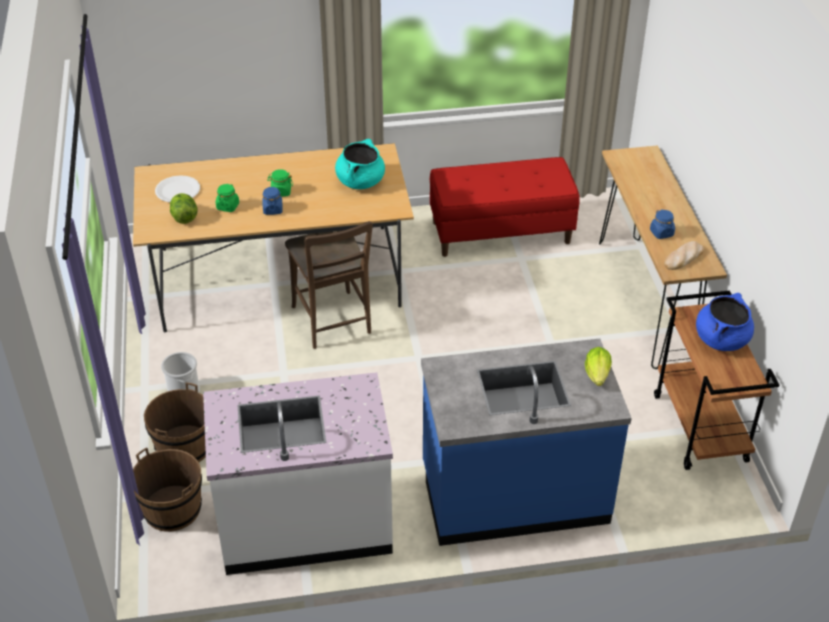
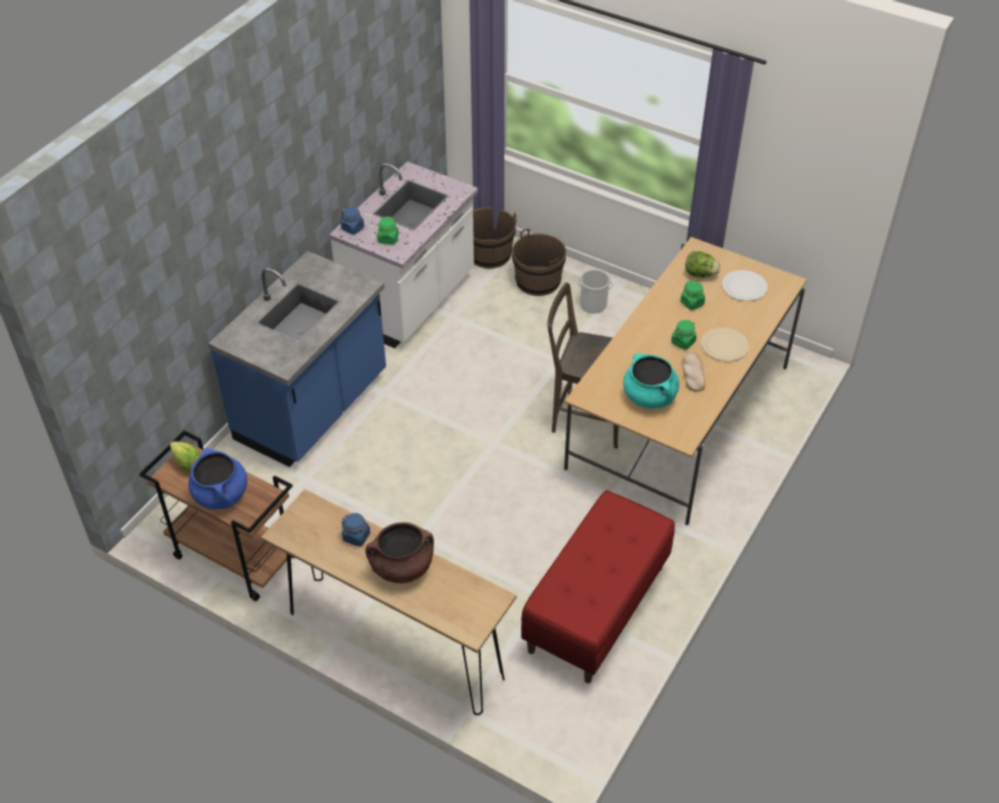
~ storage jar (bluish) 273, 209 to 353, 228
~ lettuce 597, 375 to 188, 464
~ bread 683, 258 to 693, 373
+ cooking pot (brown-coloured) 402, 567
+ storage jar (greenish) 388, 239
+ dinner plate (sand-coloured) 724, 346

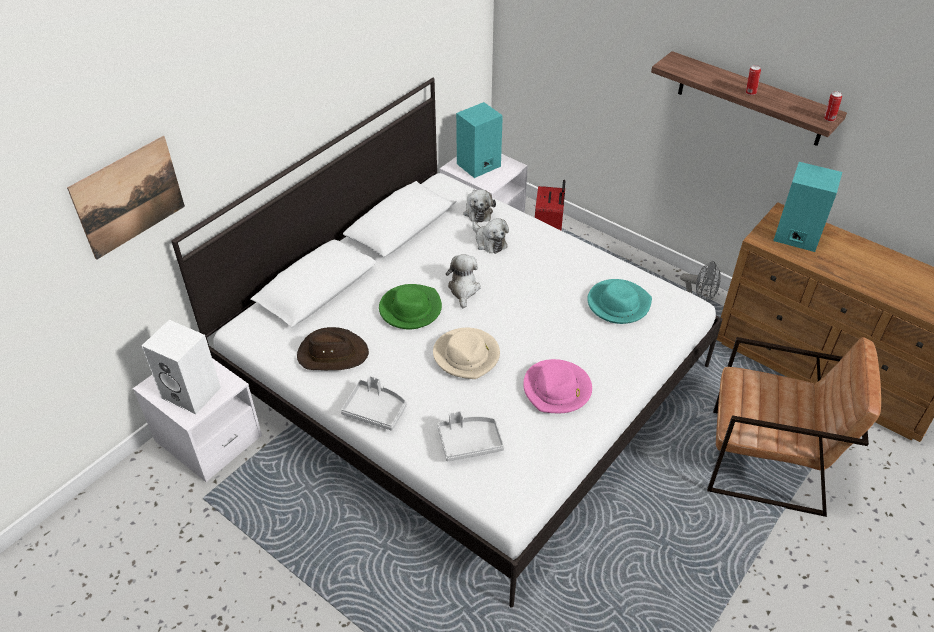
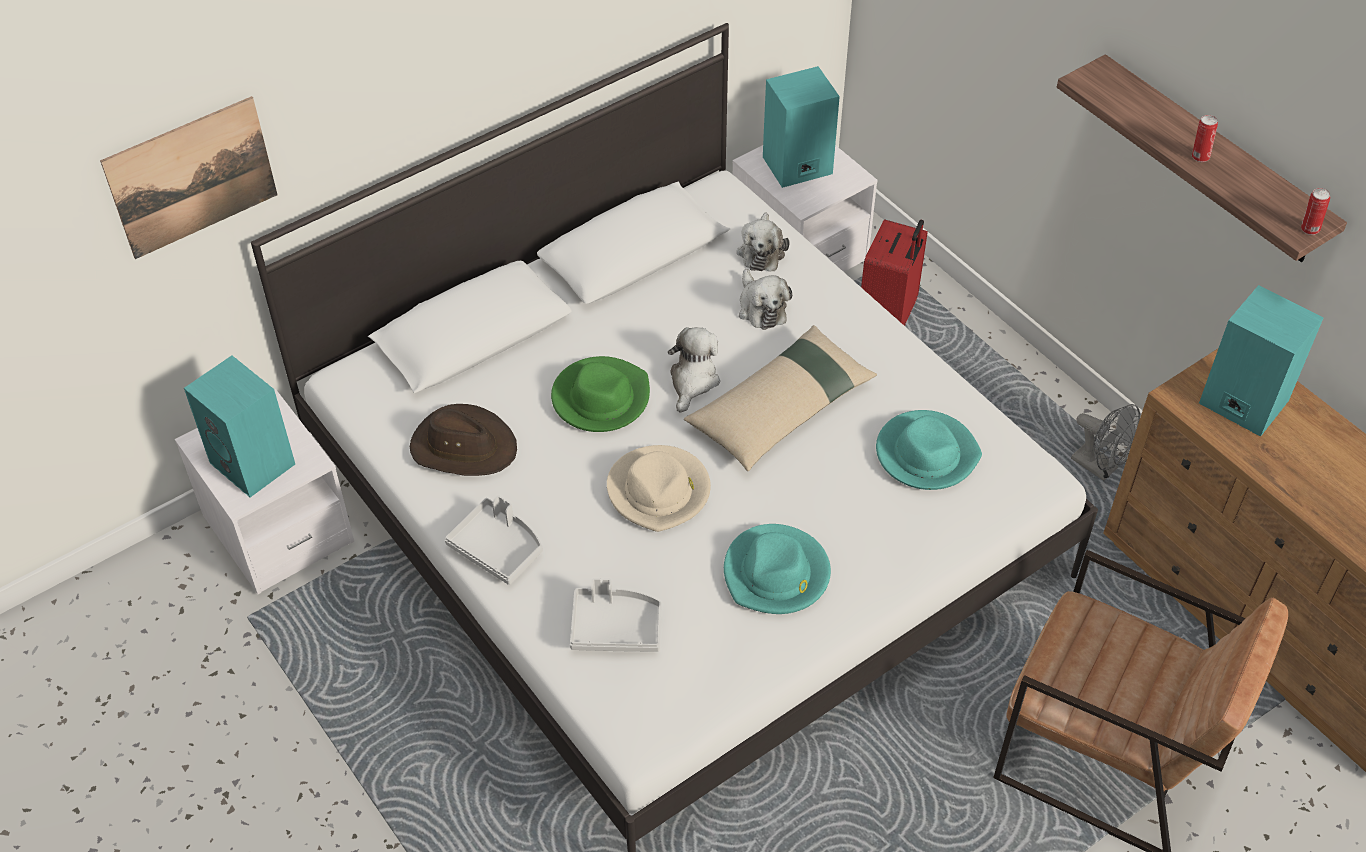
~ audio speaker (white-coloured) 193, 392 to audio speaker (turquoise-coloured) 255, 463
~ clothing hat (pinkish) 557, 389 to clothing hat (turquoise-coloured) 776, 574
+ pillow (sand-coloured) 781, 409

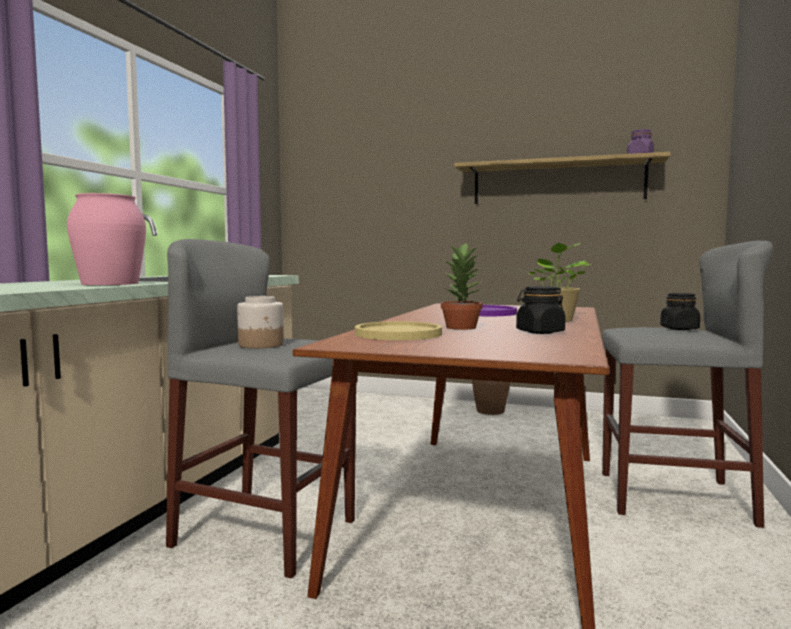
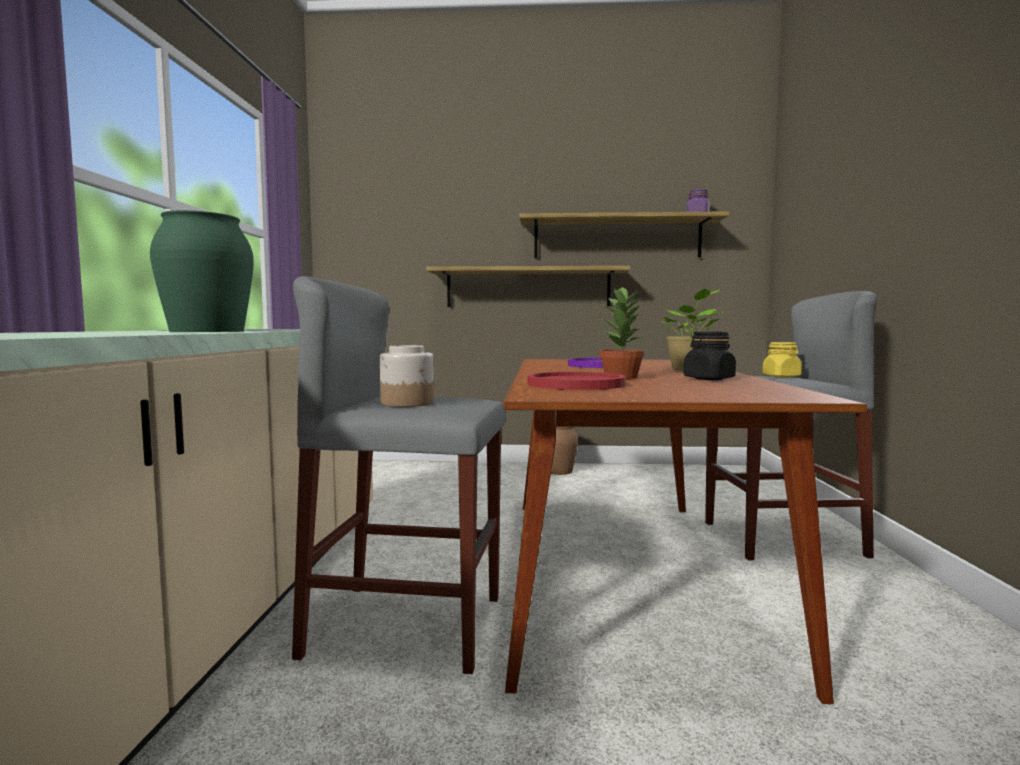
~ vase (pinkish) 111, 283 to vase (greenish) 208, 331
~ dinner plate (yellow) 398, 334 to dinner plate (red-coloured) 575, 384
~ storage jar (blackish) 679, 329 to storage jar (yellow) 781, 376
+ shelf 528, 288

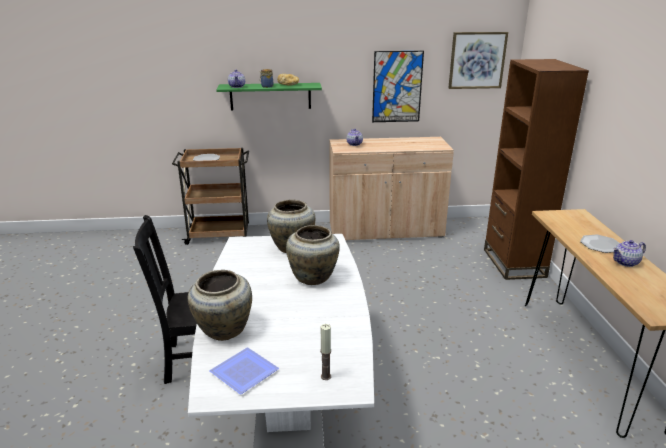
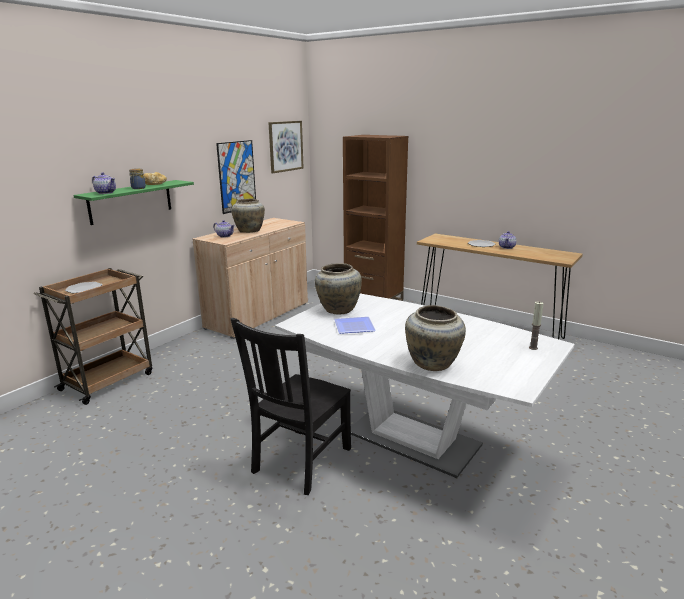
~ dinner plate 244, 374 to 355, 327
~ vase (sand-coloured) 314, 277 to 250, 231

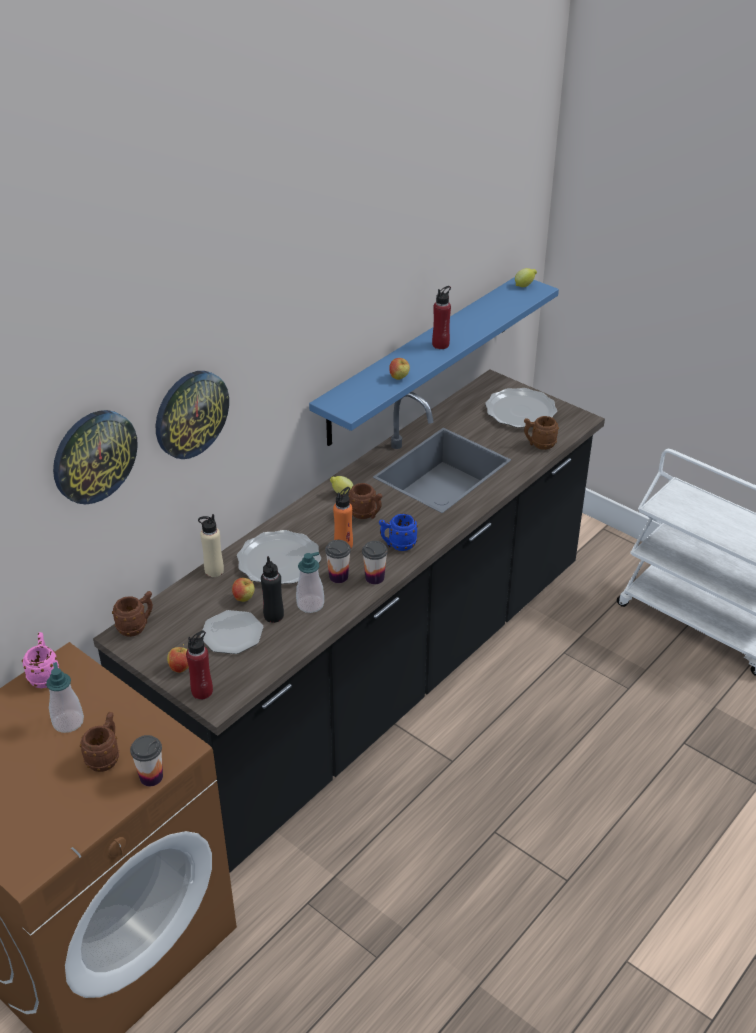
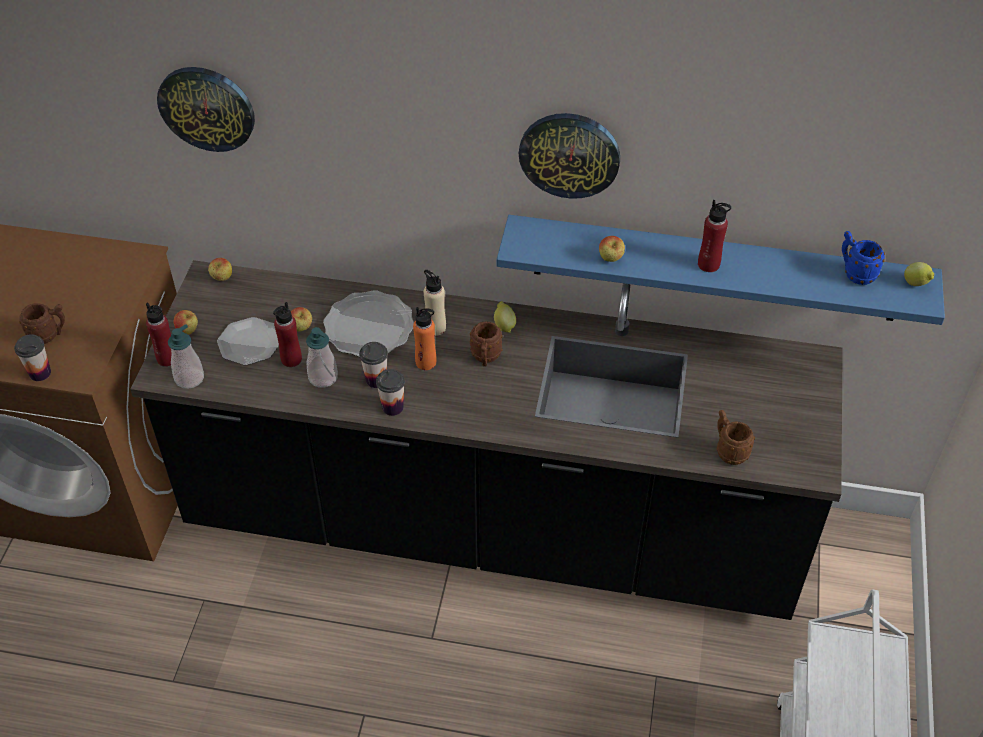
- tea mug (pinkish) 45, 675
~ soap dispenser 68, 722 to 189, 378
~ tea mug (brown-coloured) 136, 626 to apple 222, 278
~ clock on the wall 190, 414 to 569, 154
~ bottle (sand-coloured) 214, 571 to 435, 328
~ bottle (blackish) 273, 616 to bottle (red-coloured) 291, 359
~ tea mug (bluish) 397, 545 to 855, 273
- dinner plate 520, 411

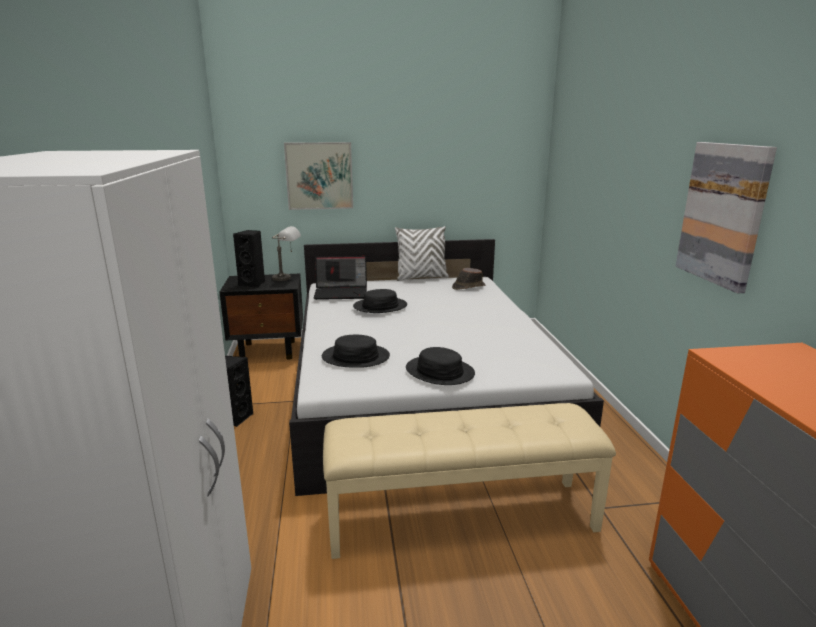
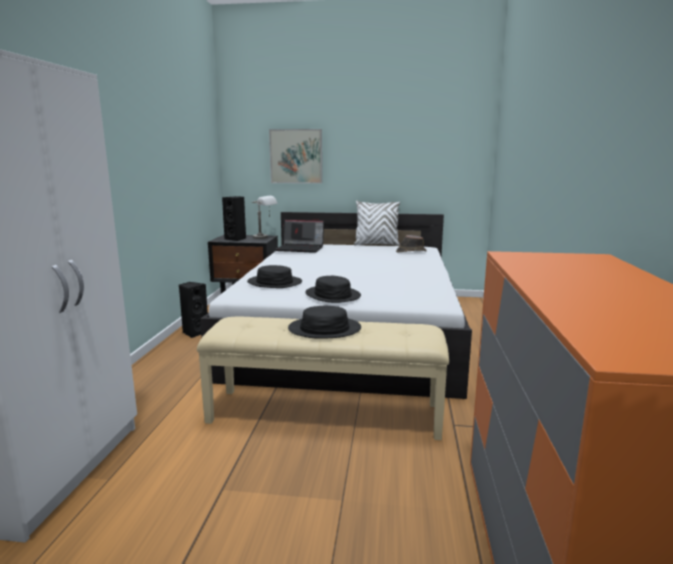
~ clothing hat (blackish) 380, 306 to 324, 329
- wall picture 723, 214

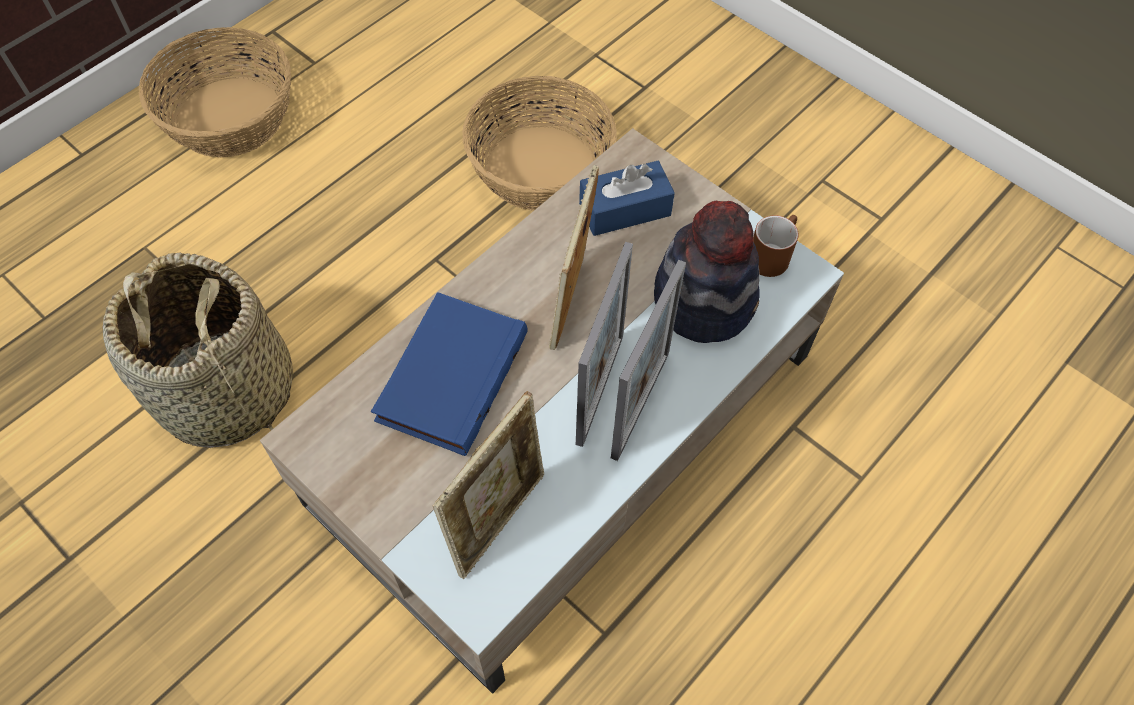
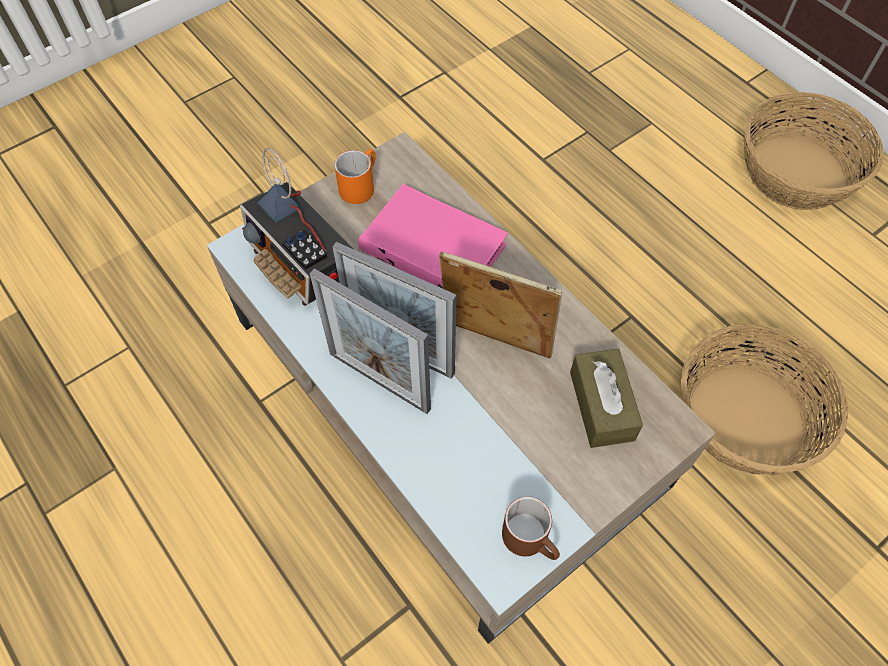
- household basket 226, 392
~ volume (bluish) 449, 375 to volume (pinkish) 436, 245
~ standing frame 498, 519 to radio receiver 302, 266
~ box of tissues (bluish) 625, 209 to box of tissues (brown-coloured) 601, 405
- clothing hat 705, 299
+ tea mug (orangey) 359, 185

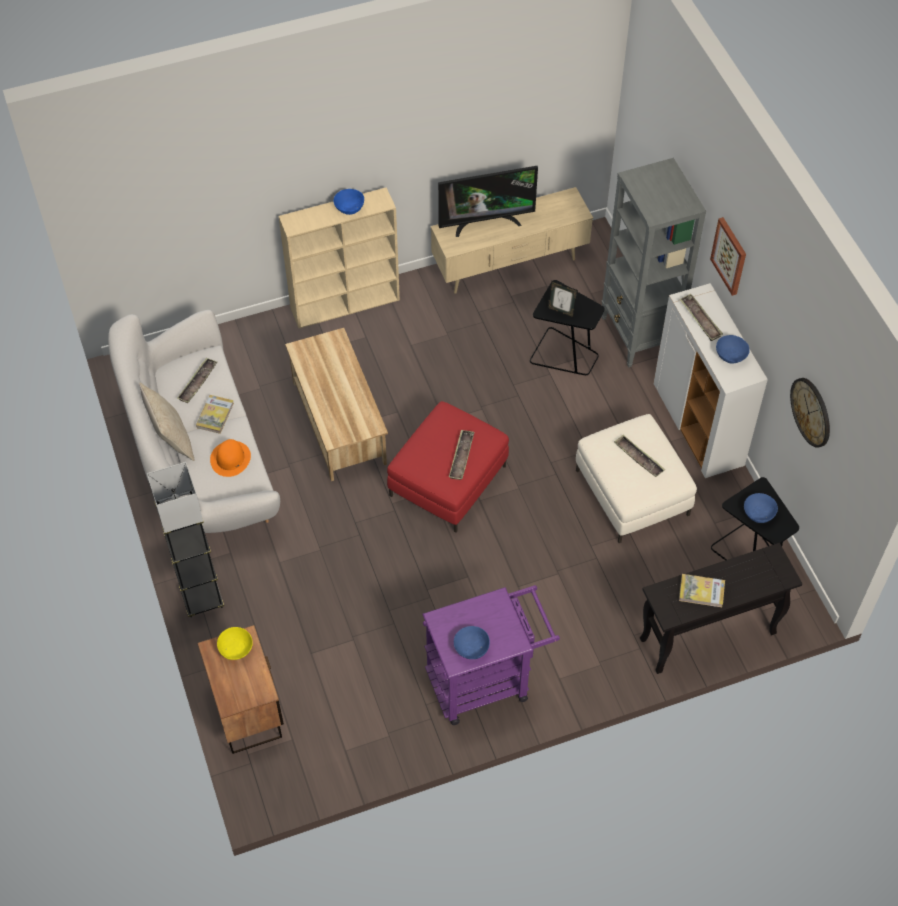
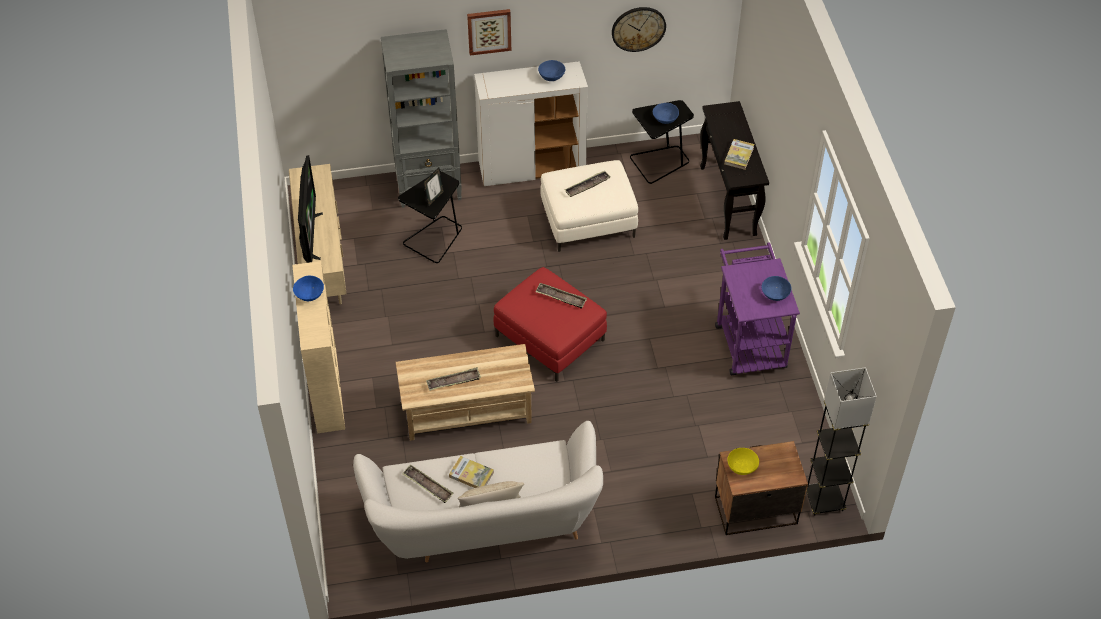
~ standard lamp (greyish) 202, 598 to 824, 500
- clothing hat (orangey) 230, 458
~ tray 700, 320 to 453, 381

